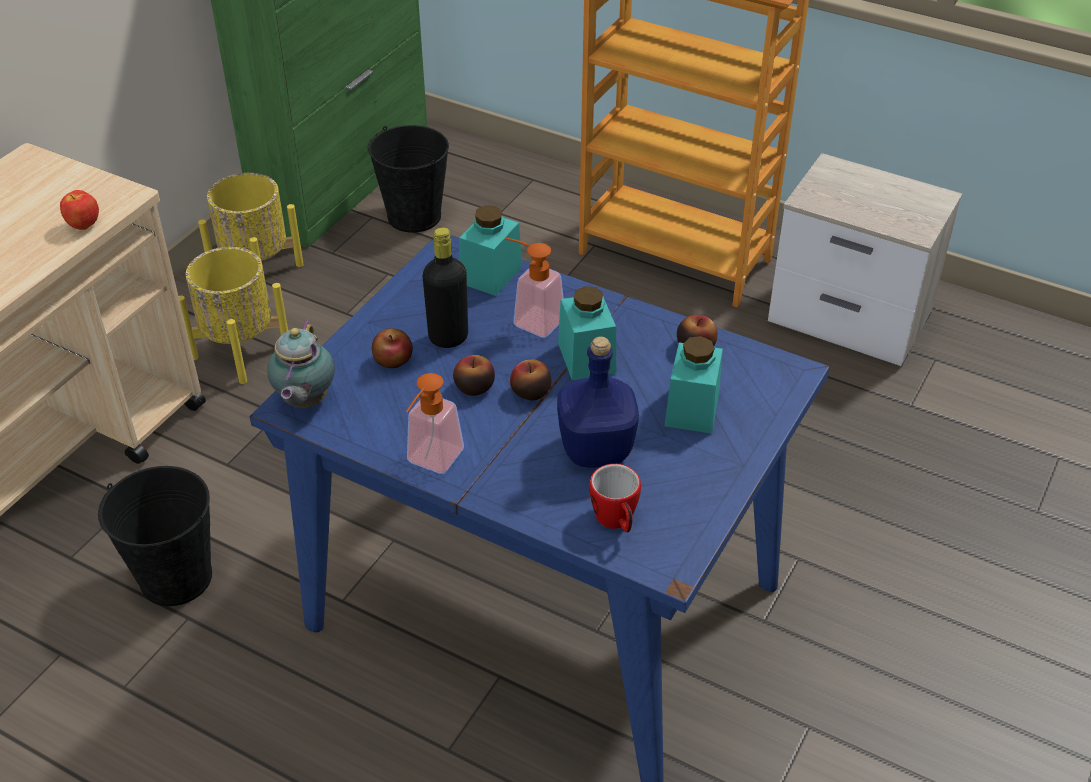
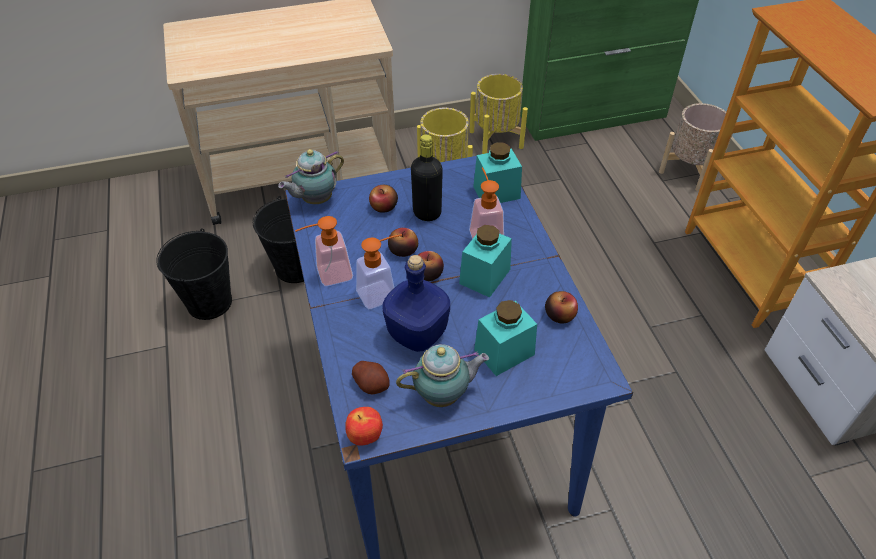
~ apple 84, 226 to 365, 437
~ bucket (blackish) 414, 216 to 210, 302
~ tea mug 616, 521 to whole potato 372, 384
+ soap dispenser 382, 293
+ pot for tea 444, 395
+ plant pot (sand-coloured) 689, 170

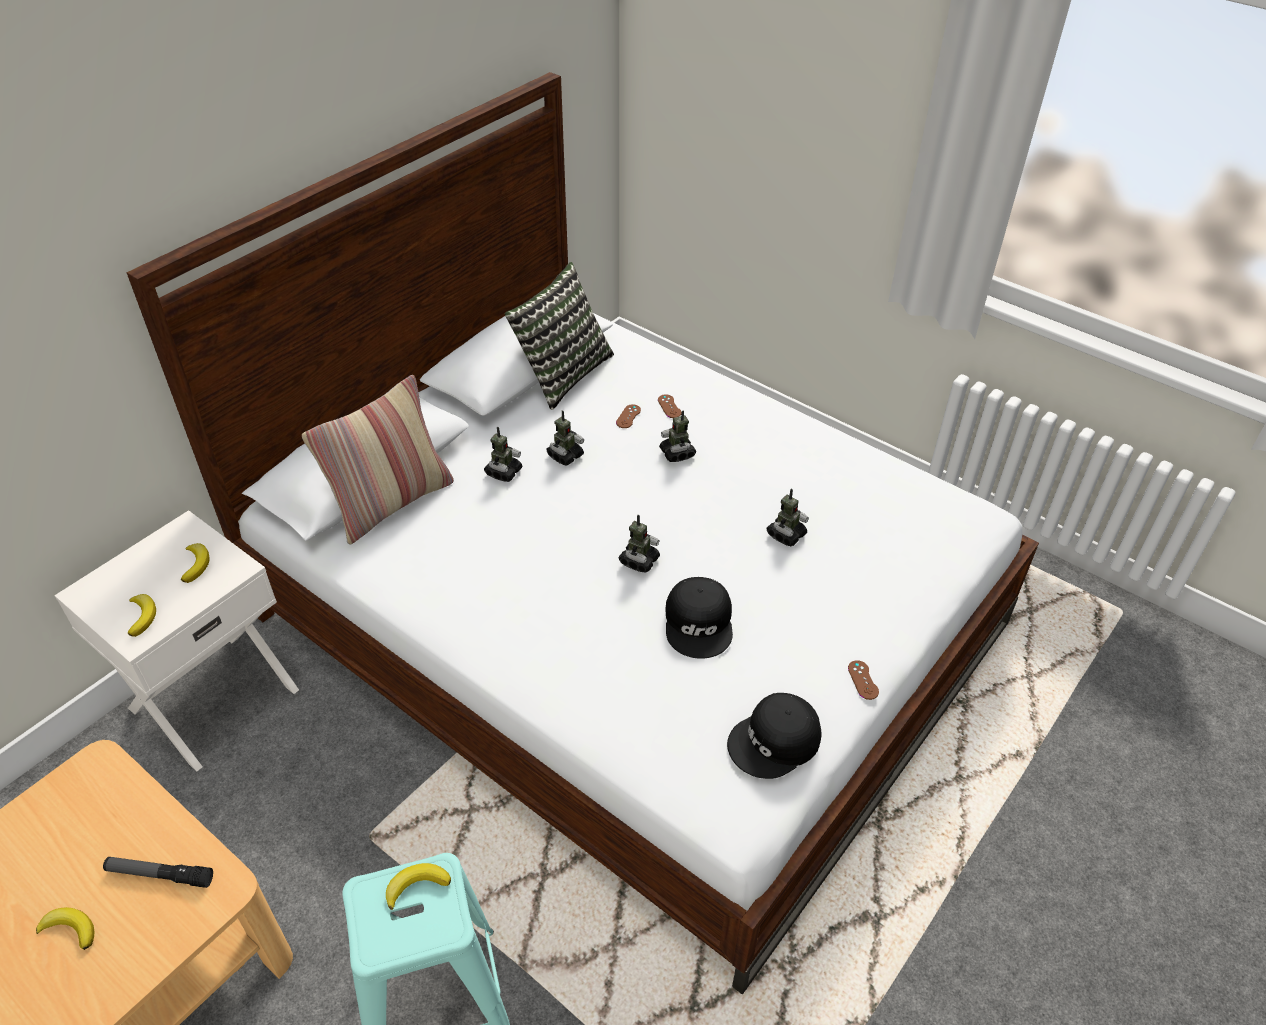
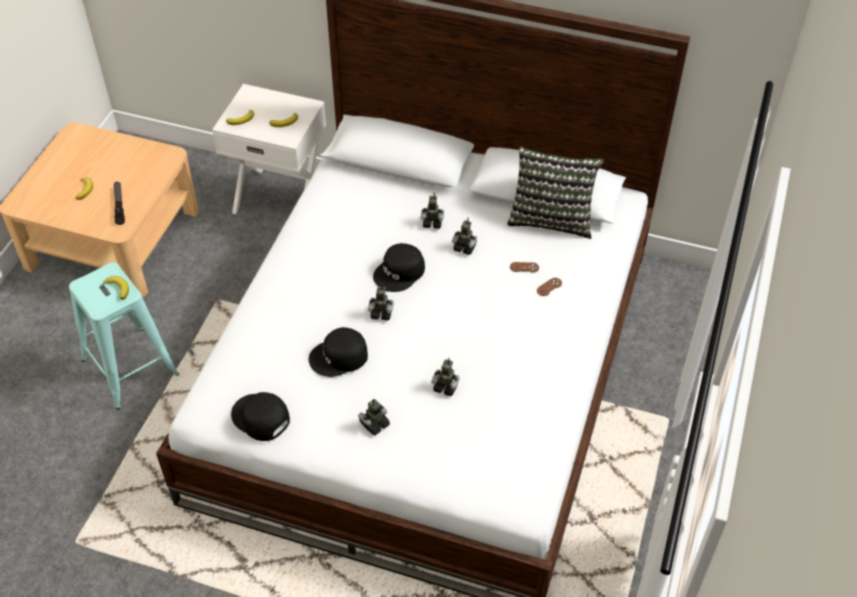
- pillow 391, 503
~ toy robot 677, 453 to 374, 424
- joypad (brown-coloured) 863, 680
+ baseball cap (blackish) 400, 272

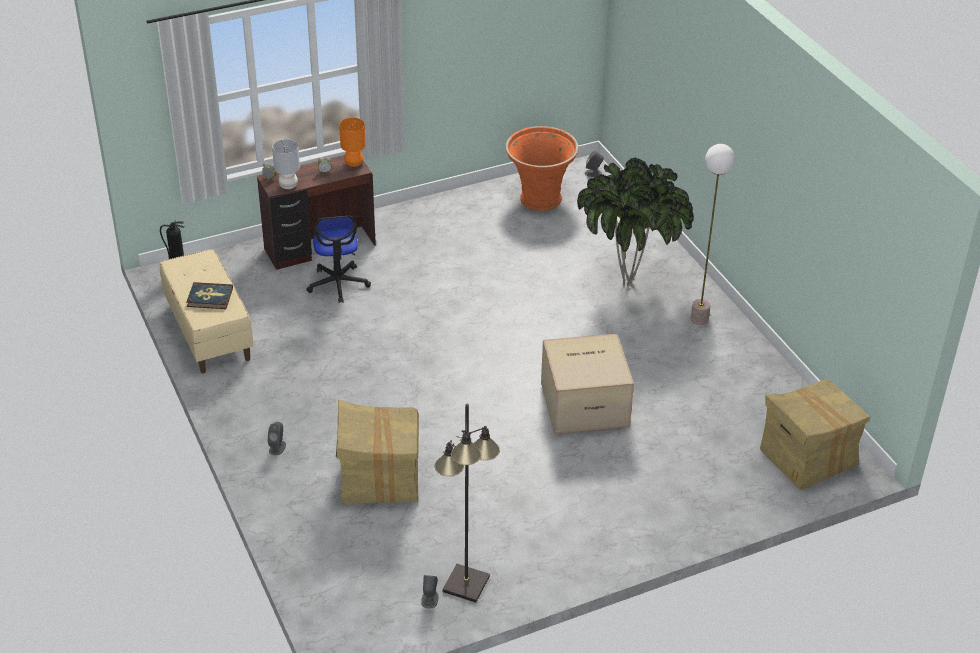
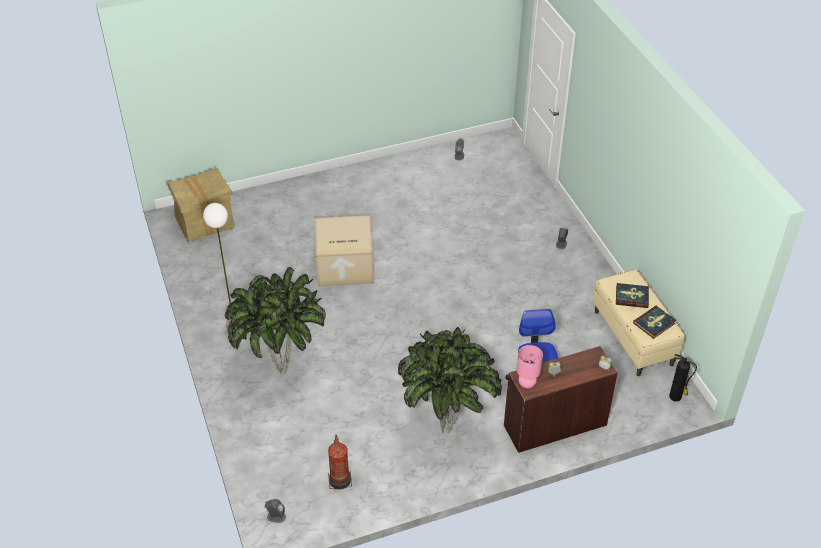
- table lamp (greyish) 288, 186
- carton 379, 479
~ table lamp (orangey) 353, 163 to table lamp (pinkish) 527, 383
- standard lamp (blackish) 465, 584
~ plant pot (orangey) 539, 199 to extinguisher 340, 479
+ plant in a pot 447, 429
+ volume 654, 323

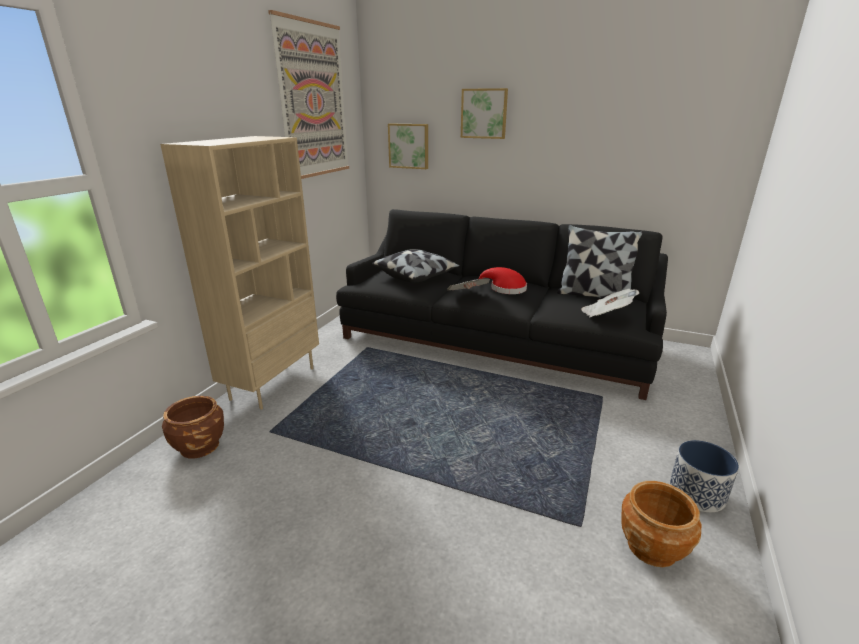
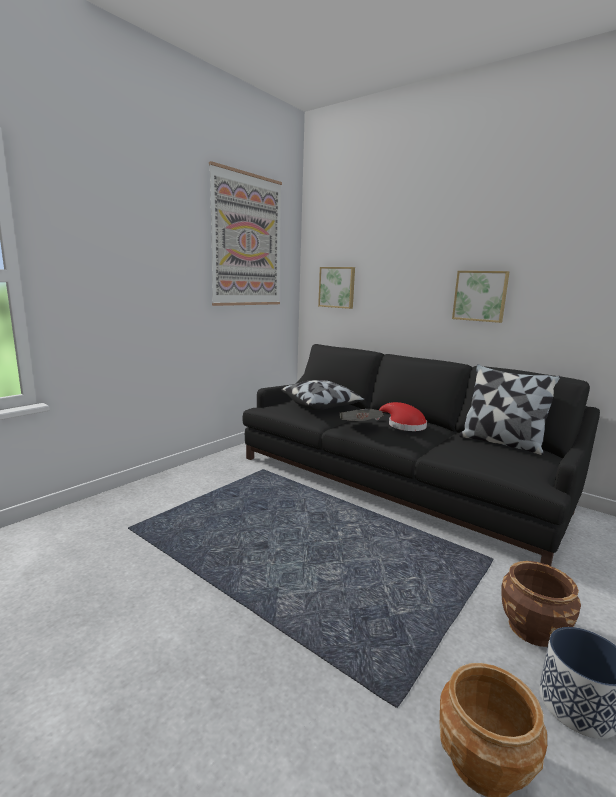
- shelving unit (sand-coloured) 273, 382
~ plant pot (brown-coloured) 200, 446 to 533, 628
~ wall picture 484, 113 to 480, 296
- daily paper 606, 315

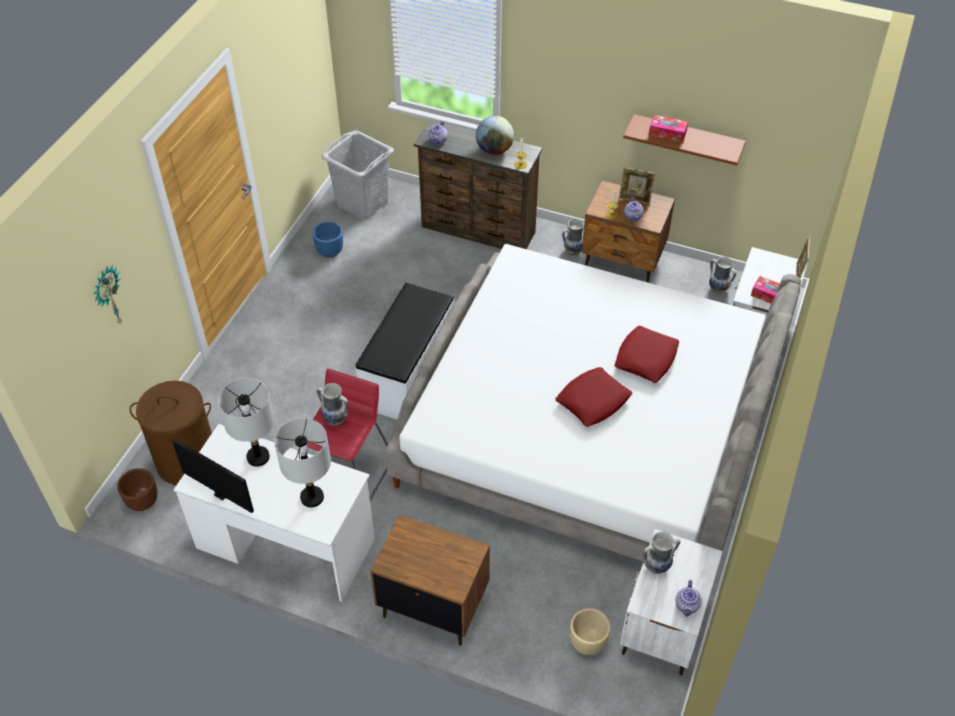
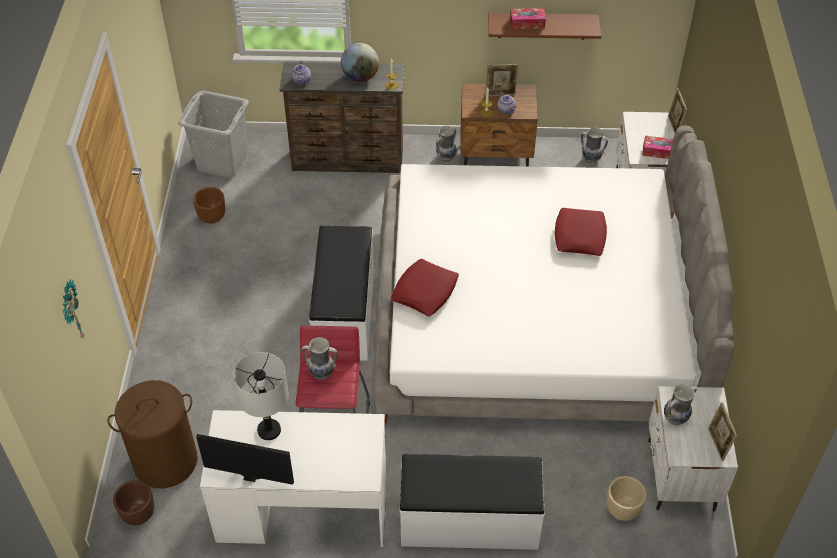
- table lamp (greyish) 312, 497
~ plant pot (bluish) 330, 251 to plant pot (brown-coloured) 212, 217
~ nightstand (brown-coloured) 433, 605 to long seat (white-coloured) 469, 522
~ pillow (red-coloured) 593, 401 to 425, 292
~ pot for tea 687, 606 to standing frame 717, 444

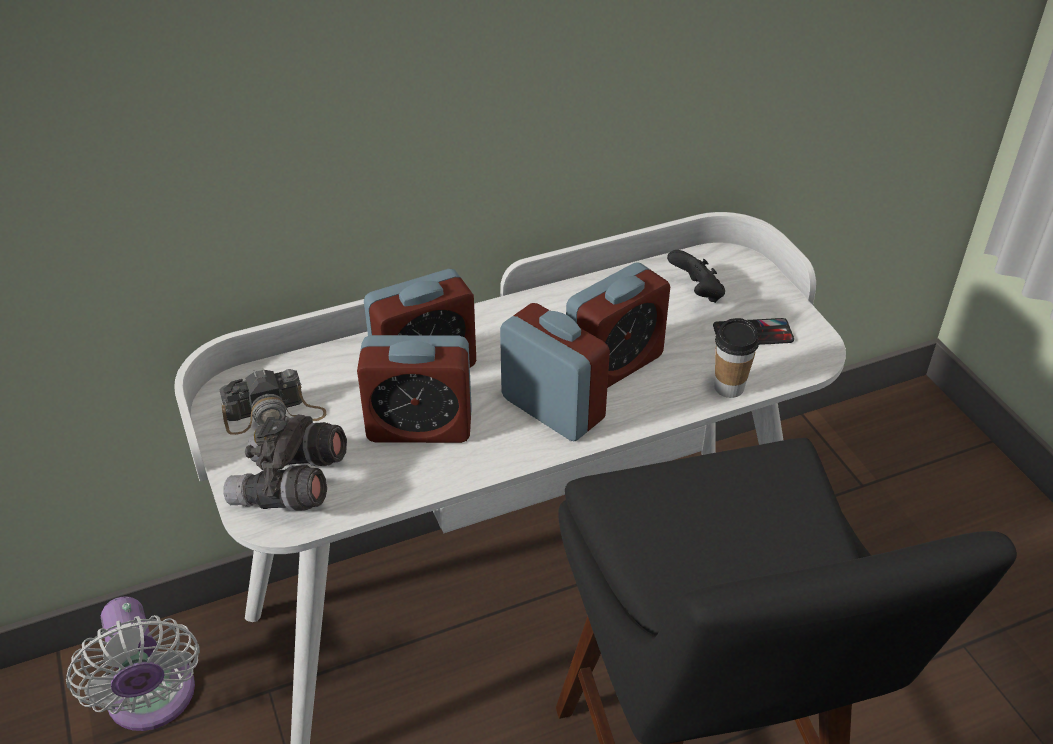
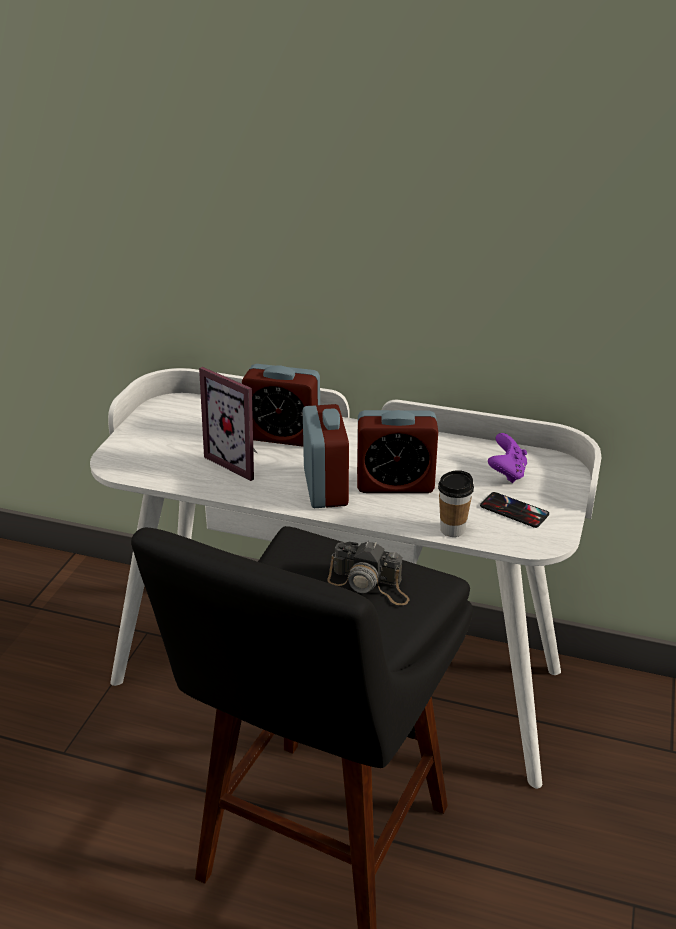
- fan (white-coloured) 152, 700
~ still camera 274, 414 to 370, 584
- field glasses (greyish) 290, 486
~ bedside clock 419, 426 to standing frame 241, 461
~ joypad (blackish) 696, 293 to joypad (purplish) 507, 473

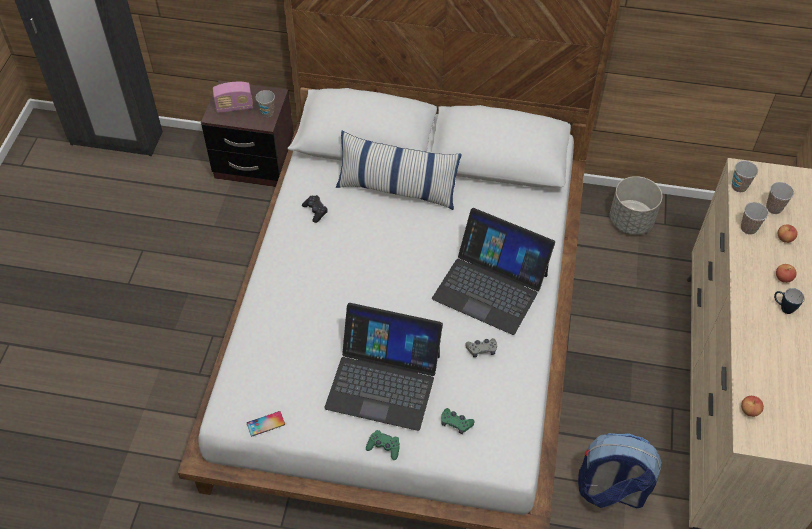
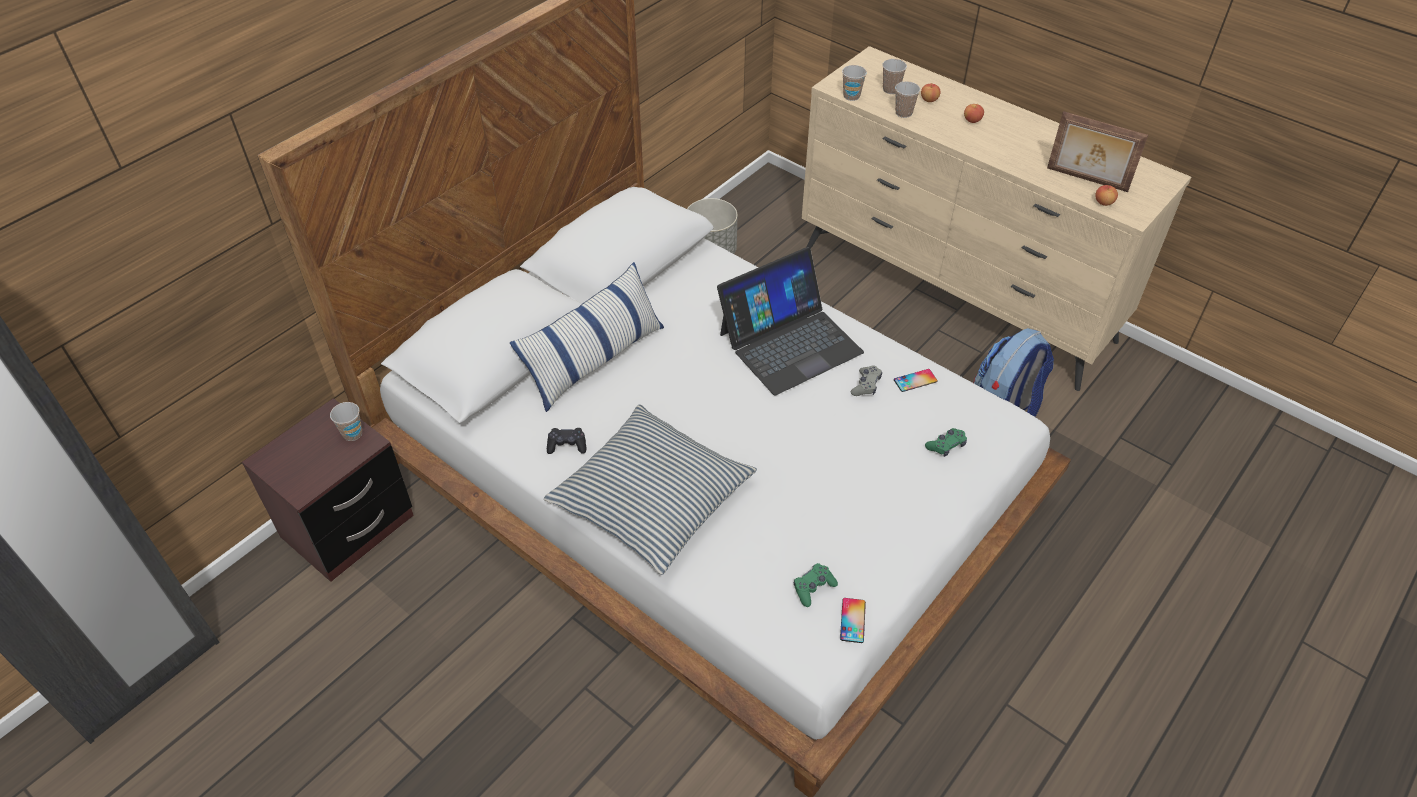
- radio receiver 234, 107
- notebook computer 383, 380
~ joypad (greenish) 384, 447 to 813, 588
- tea mug 783, 308
+ pillow 651, 499
+ telephone 915, 380
+ standing frame 1086, 180

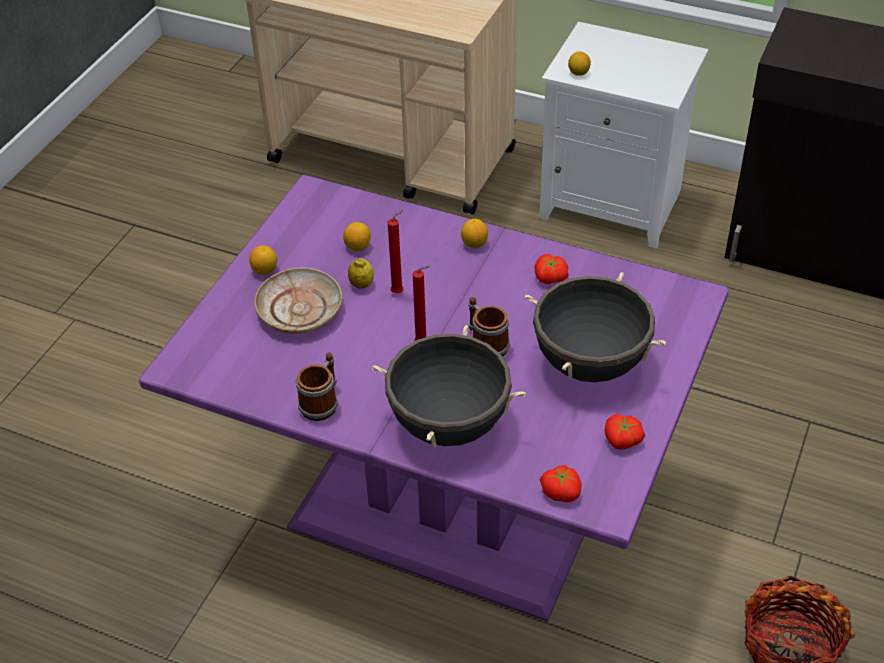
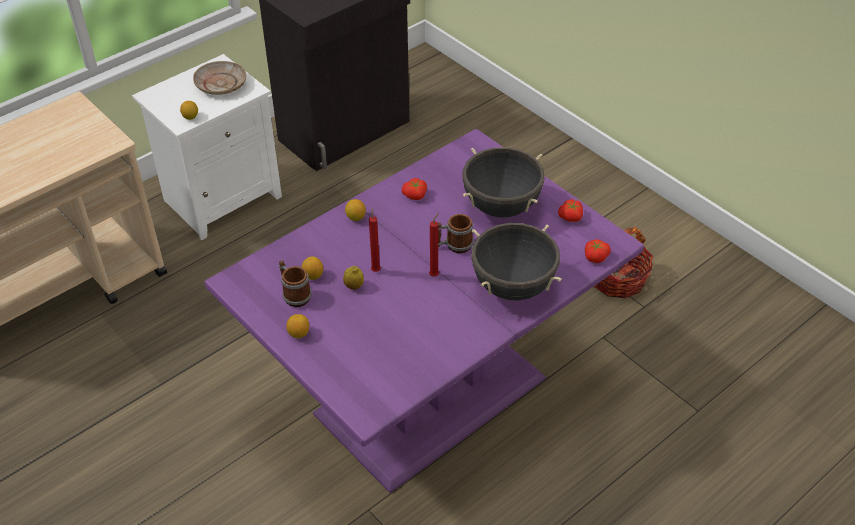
~ dinner plate (sand-coloured) 300, 310 to 221, 84
~ tea mug 322, 402 to 294, 294

